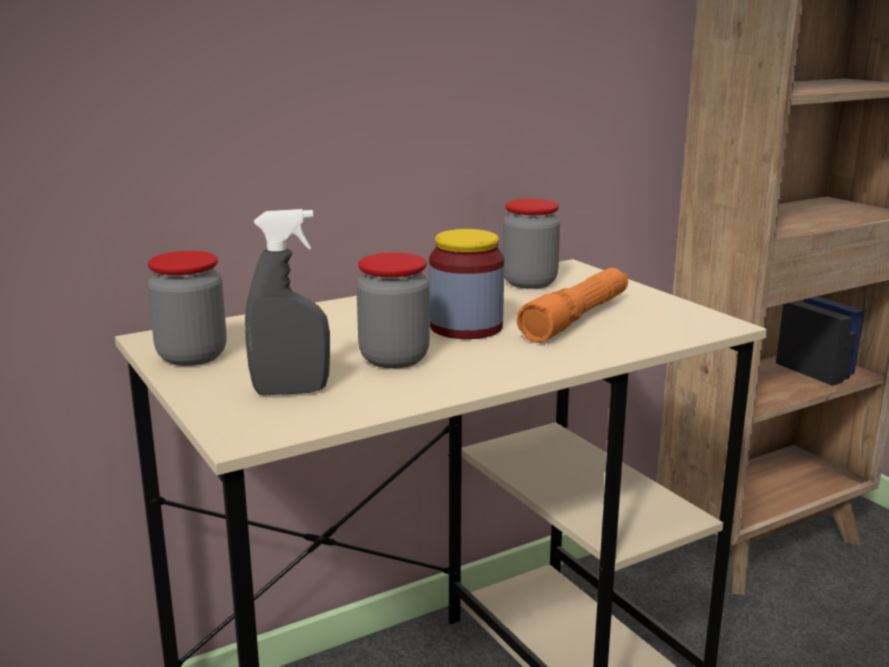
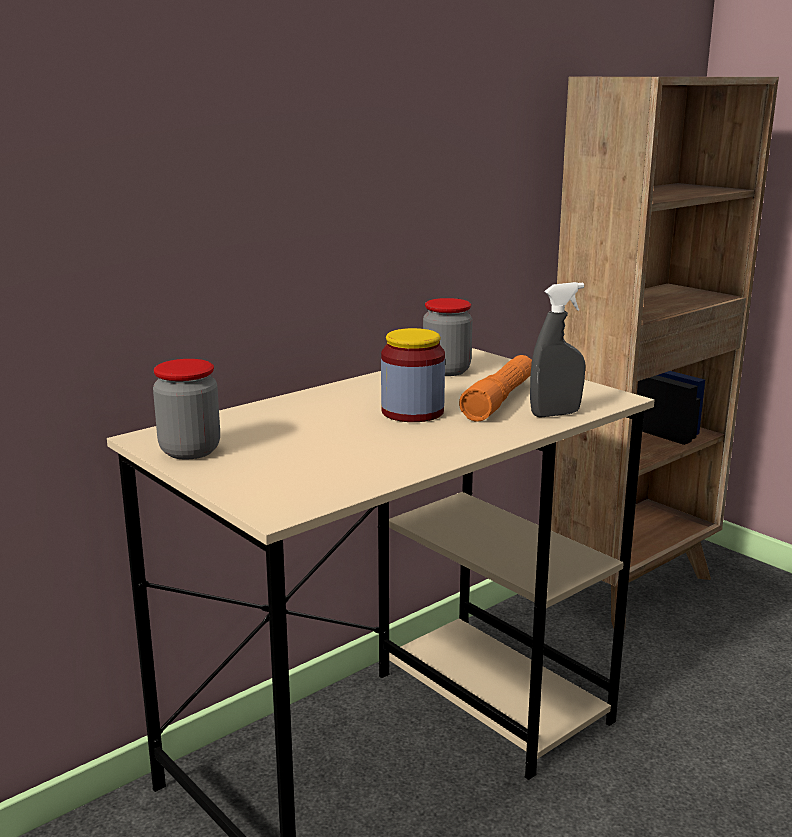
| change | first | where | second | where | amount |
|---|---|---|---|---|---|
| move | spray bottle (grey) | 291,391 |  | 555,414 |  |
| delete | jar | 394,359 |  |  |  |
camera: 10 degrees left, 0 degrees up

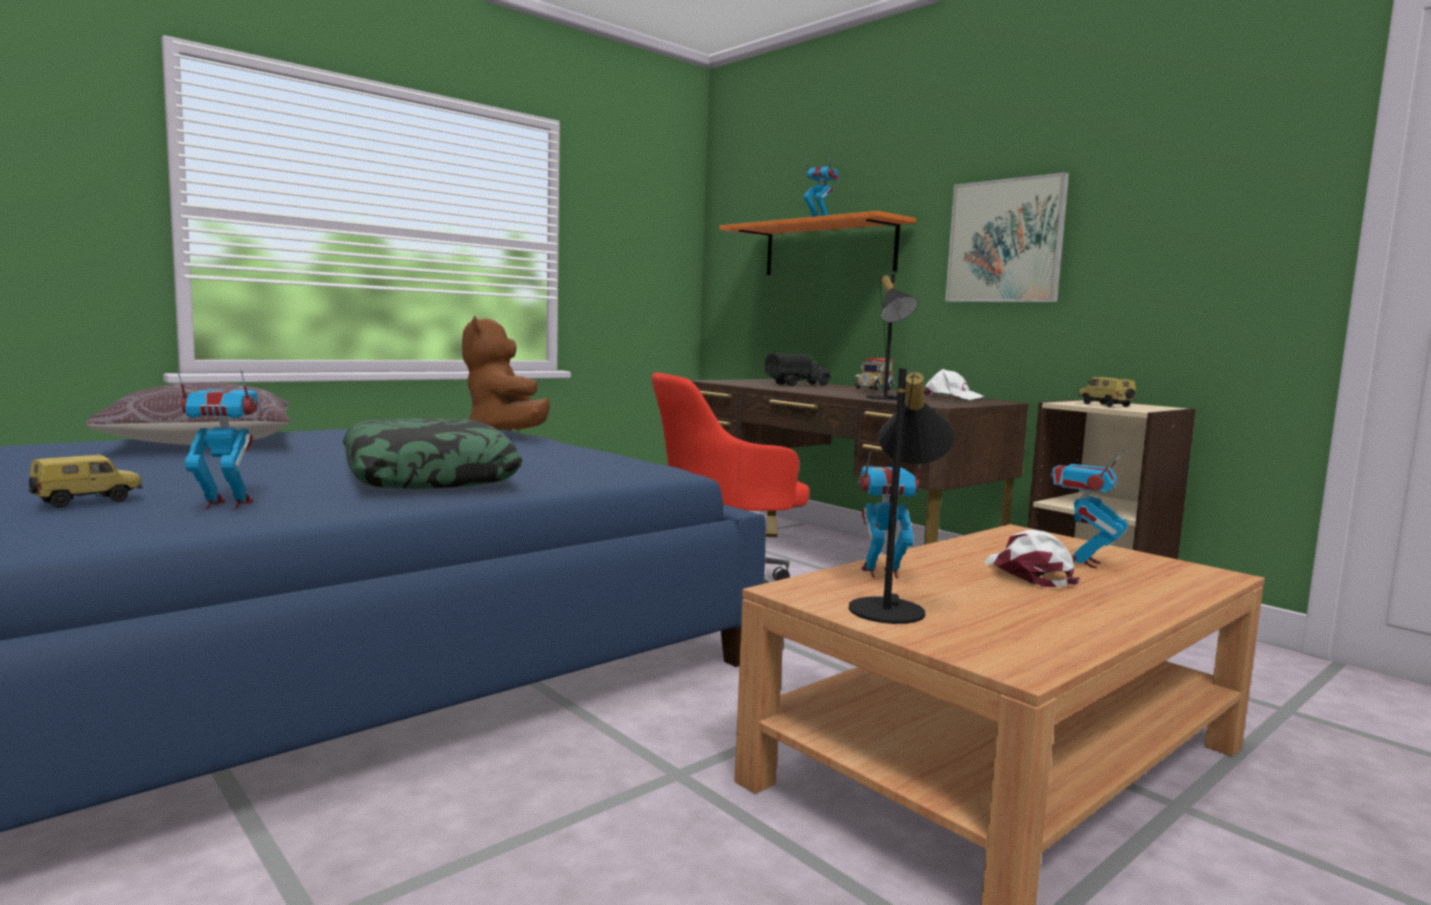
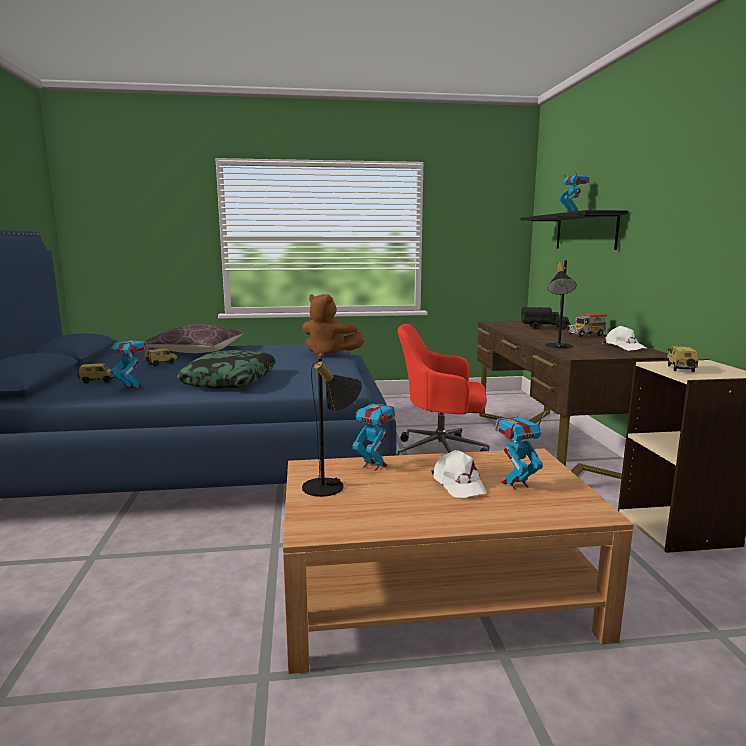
| change | first | where | second | where | amount |
|---|---|---|---|---|---|
| rotate | plush toy (brown) | 505,435 |  | 329,354 | 75 degrees counterclockwise |
| recolor | shelf (orange) | 829,249 | shelf (black) | 585,231 |  |
| delete | picture | 1005,241 |  |  |  |
| rotate | cap (white) | 1028,574 |  | 458,484 | 135 degrees clockwise |
| insert |  |  | toy car | 161,364 |  |
camera: 35 degrees right, 5 degrees up

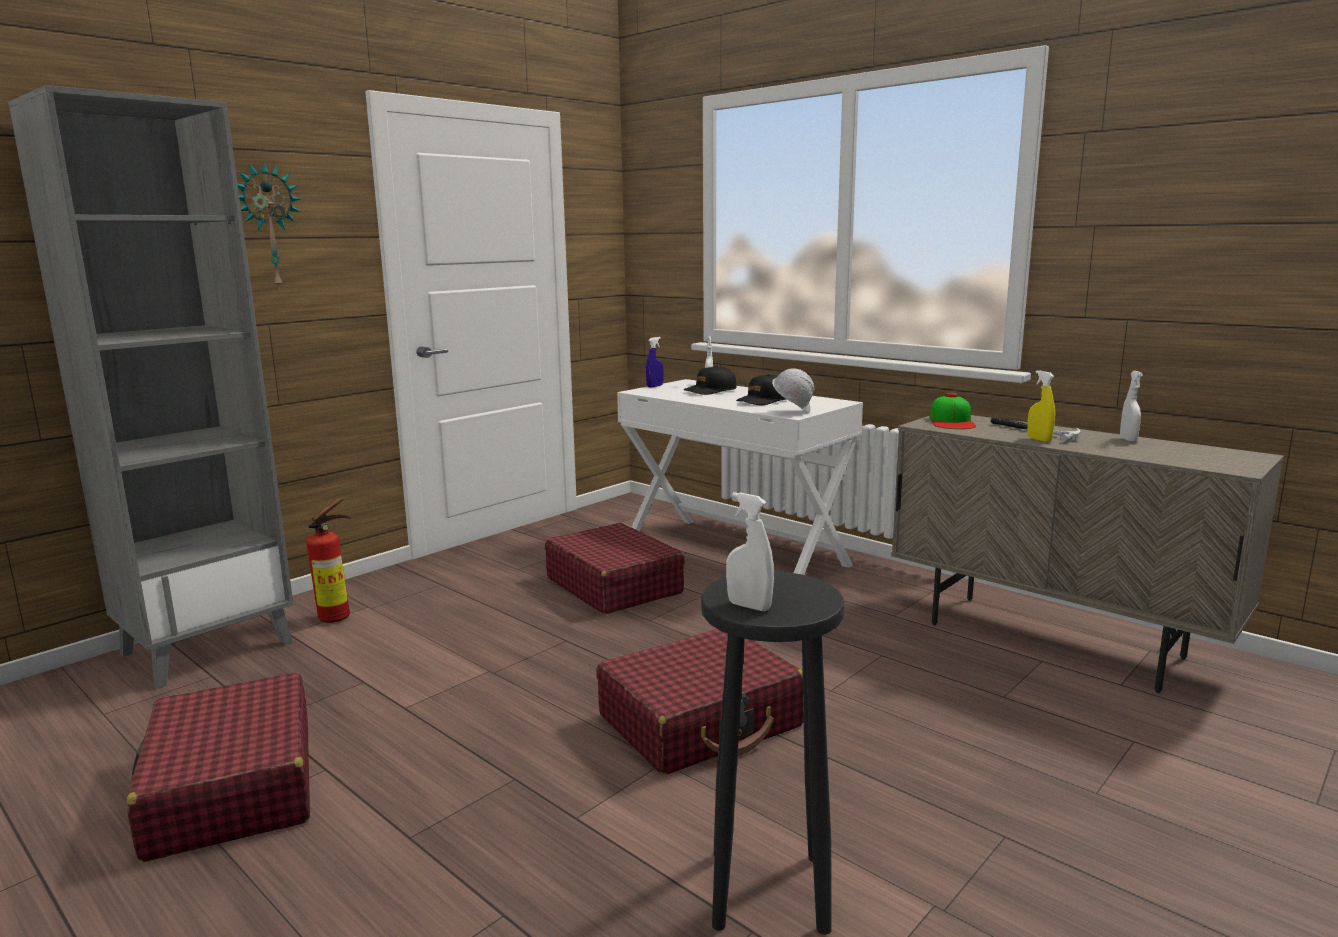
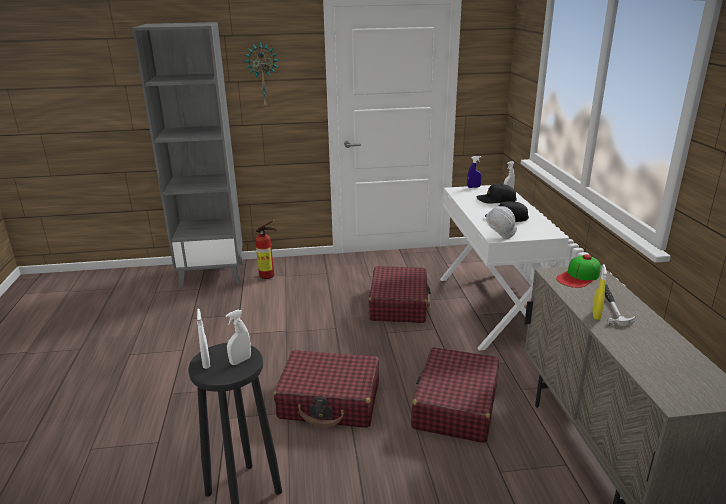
| change | first | where | second | where | amount |
|---|---|---|---|---|---|
| move | suitcase (red) | 232,788 |  | 455,405 |  |
| move | spray bottle (white) | 1128,439 |  | 240,361 |  |
camera: 40 degrees right, 10 degrees up

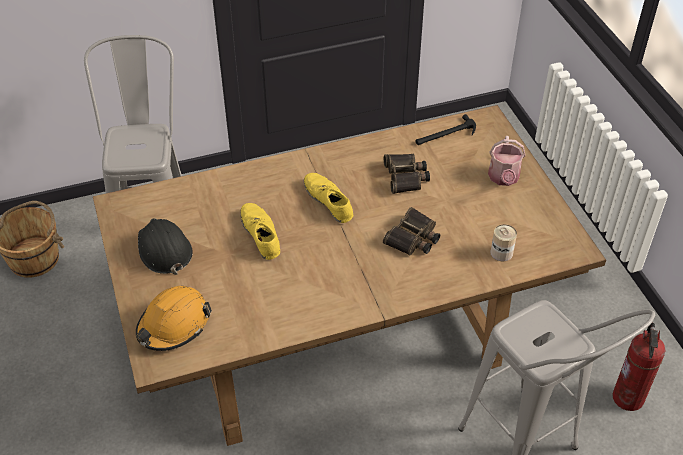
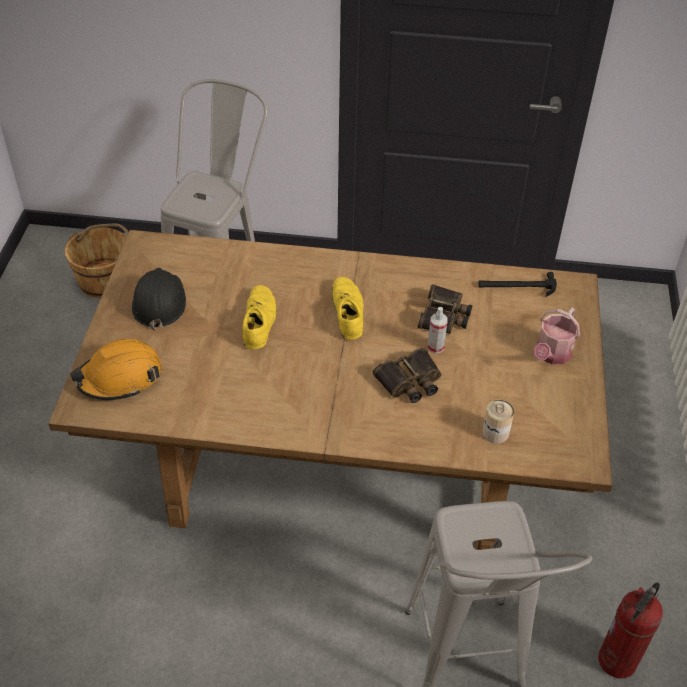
| change | first | where | second | where | amount |
|---|---|---|---|---|---|
| insert |  |  | spray bottle | 435,347 |  |
camera: 25 degrees right, 0 degrees up

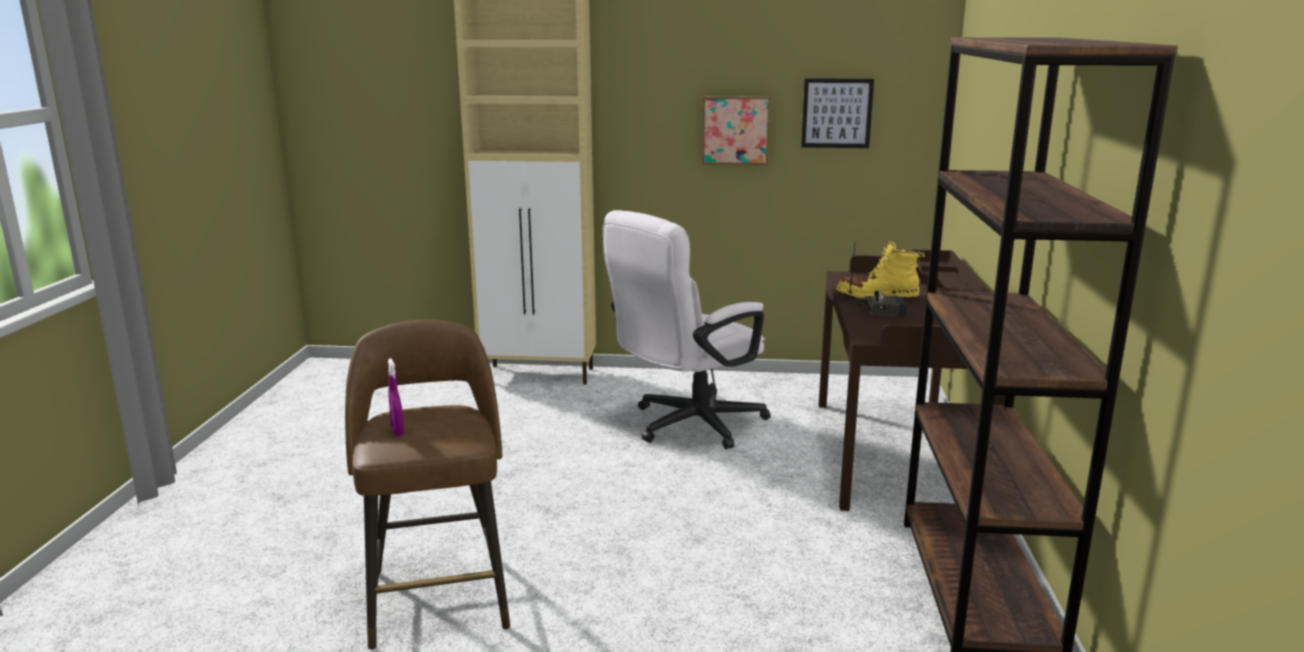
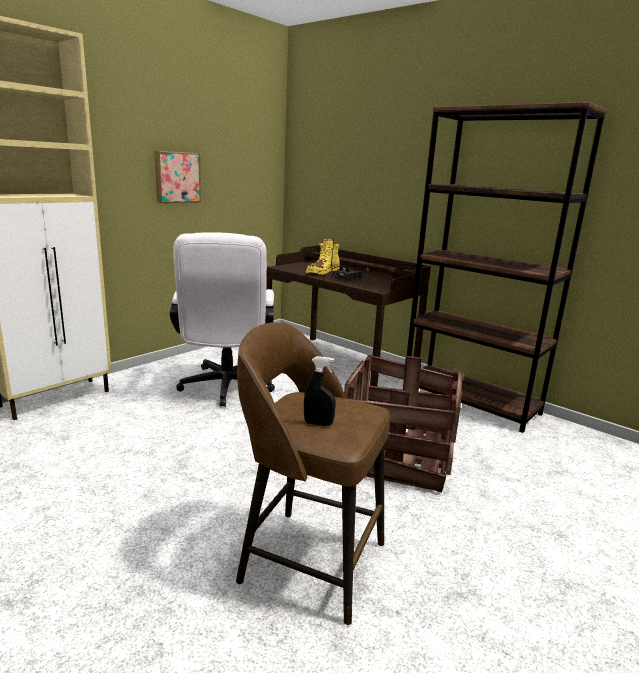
| change | first | where | second | where | amount |
|---|---|---|---|---|---|
| recolor | spray bottle (purple) | 397,431 | spray bottle (black) | 318,423 |  |
| delete | picture | 836,113 |  |  |  |
| insert |  |  | crate | 397,457 |  |
camera: 55 degrees left, 0 degrees up

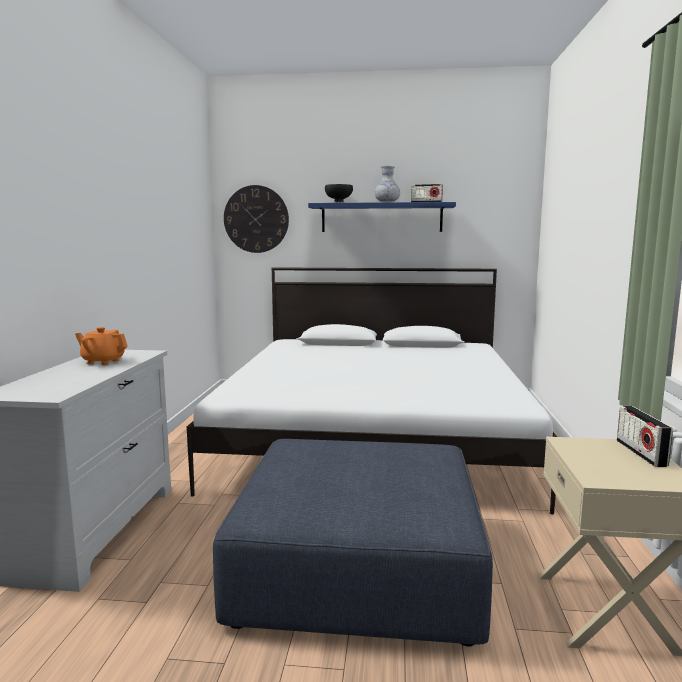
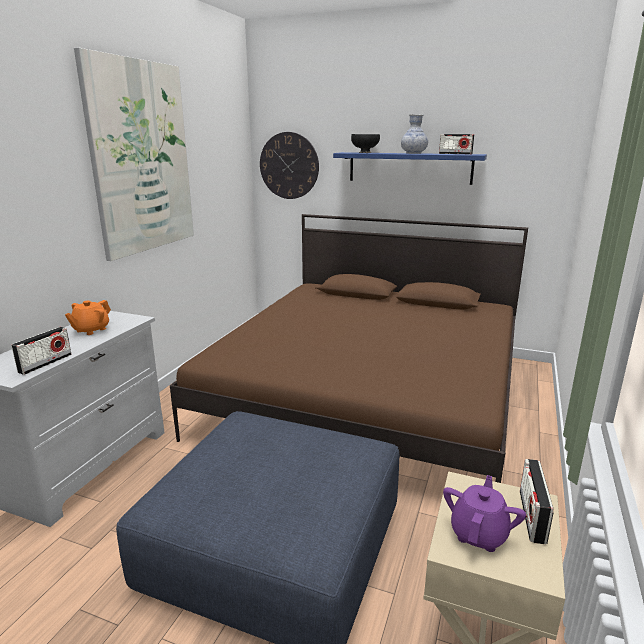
| change | first | where | second | where | amount |
|---|---|---|---|---|---|
| rotate | teapot (orange) | 103,361 |  | 91,330 | 90 degrees counterclockwise |
| recolor | bed (white) | 375,435 | bed (brown) | 368,393 |  |
| insert |  |  | radio | 45,363 |  |
| insert |  |  | picture | 142,158 |  |
| insert |  |  | teapot (purple) | 479,534 |  |
camera: 15 degrees right, 10 degrees up

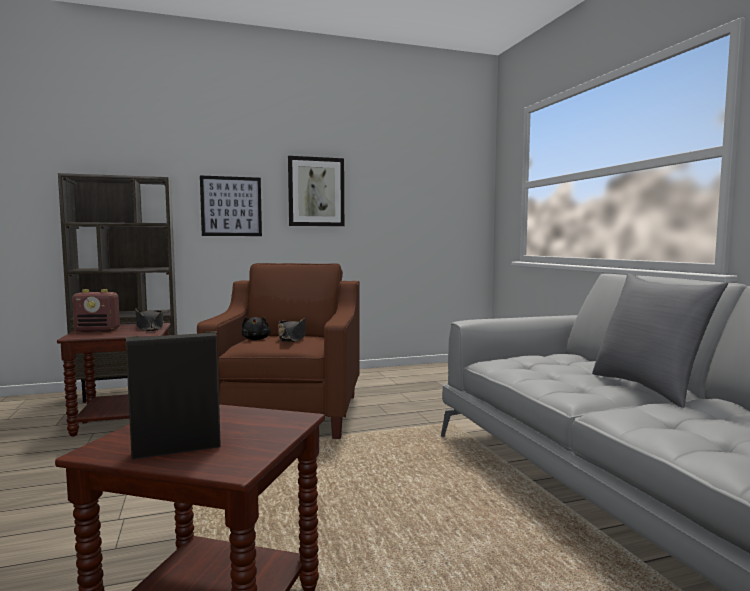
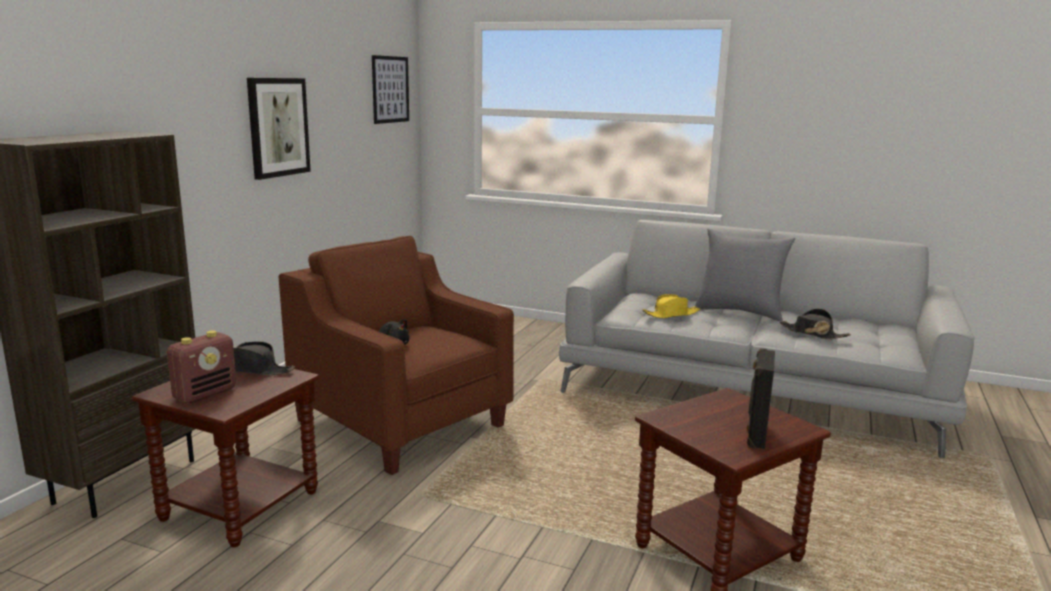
| change | first | where | second | where | amount |
|---|---|---|---|---|---|
| move | picture | 231,206 |  | 390,89 |  |
| move | hat (black) | 292,338 |  | 813,333 |  |
| insert |  |  | hat (yellow) | 671,314 |  |
camera: 50 degrees left, 10 degrees up

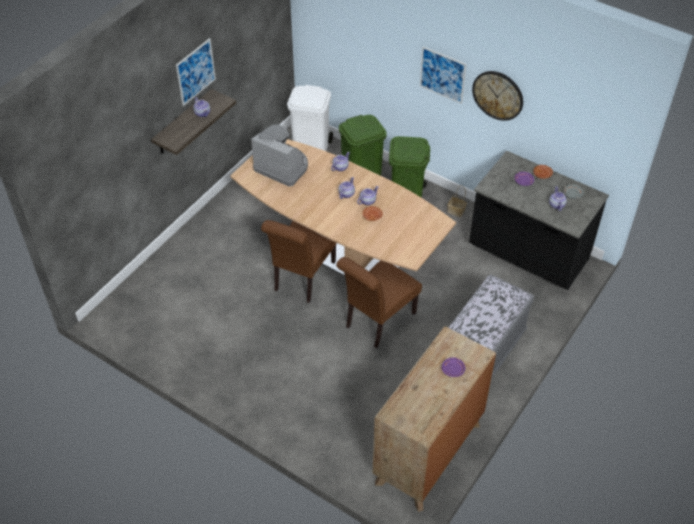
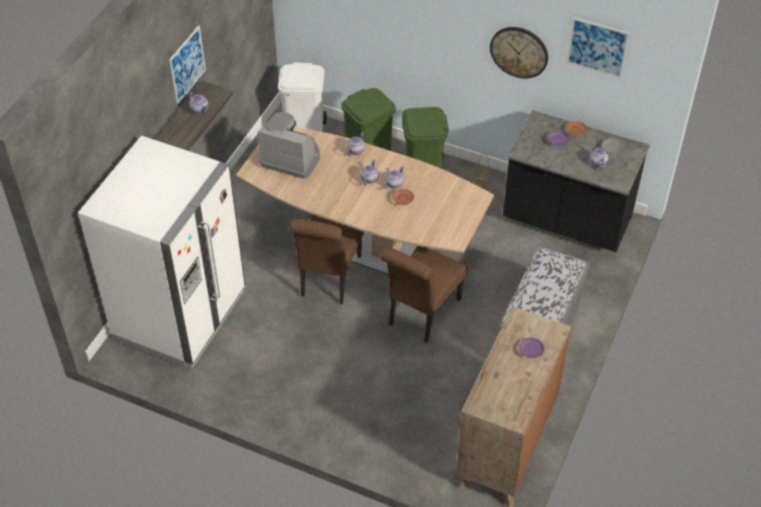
| change | first | where | second | where | amount |
|---|---|---|---|---|---|
| move | picture | 442,75 |  | 597,47 |  |
| insert |  |  | fridge (white) | 180,315 |  |
camera: 10 degrees left, 0 degrees up

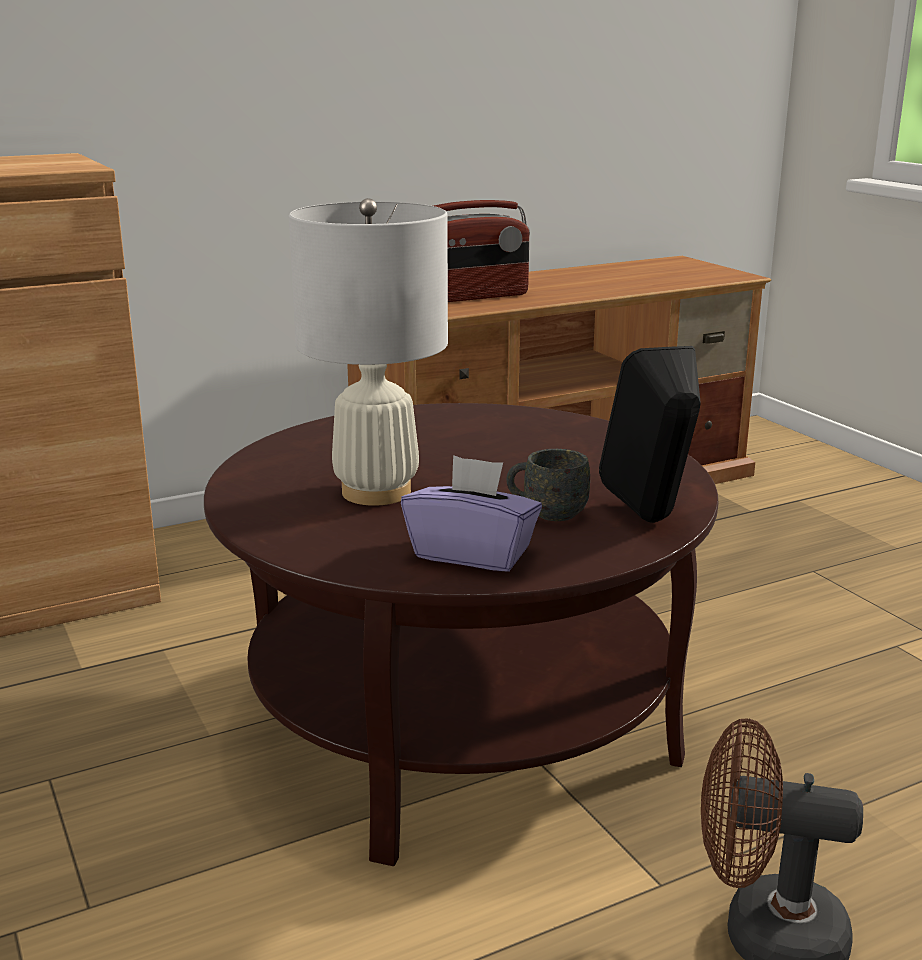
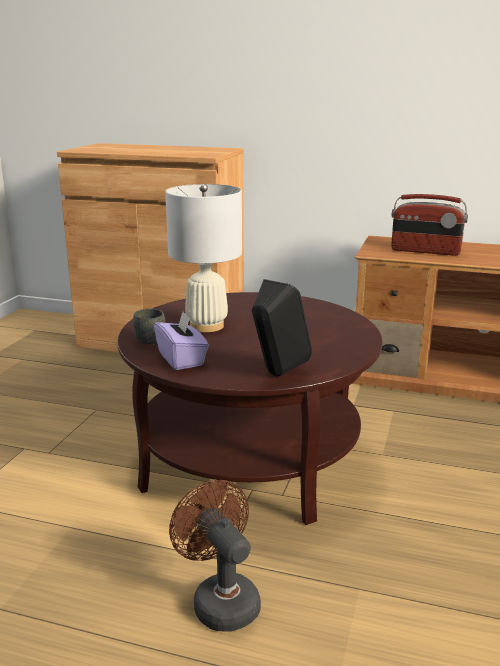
| change | first | where | second | where | amount |
|---|---|---|---|---|---|
| move | mug (grey) | 546,512 |  | 148,339 |  |
camera: 45 degrees right, 0 degrees up

